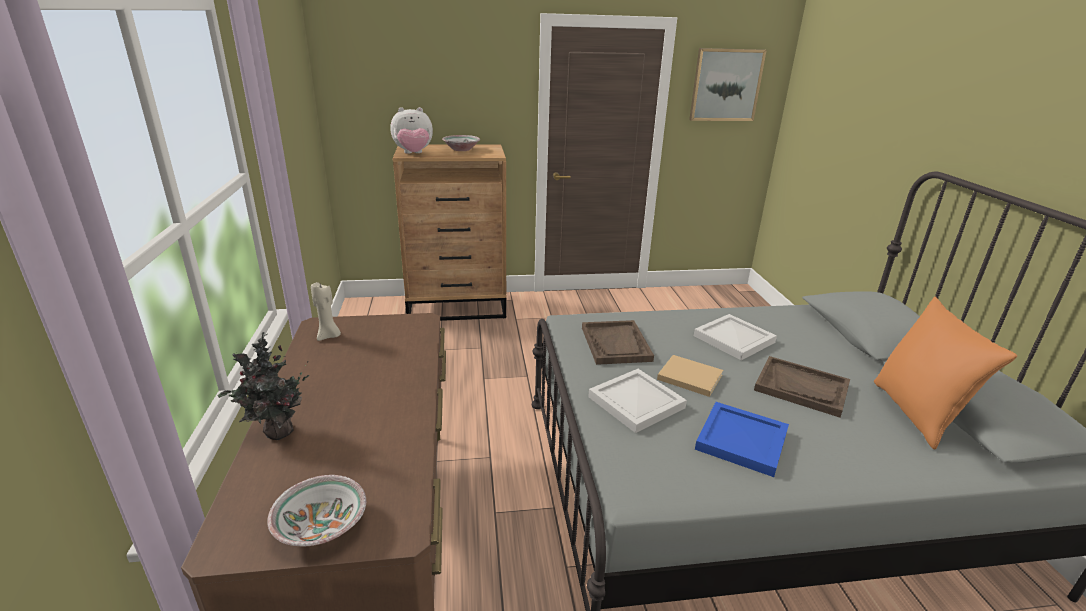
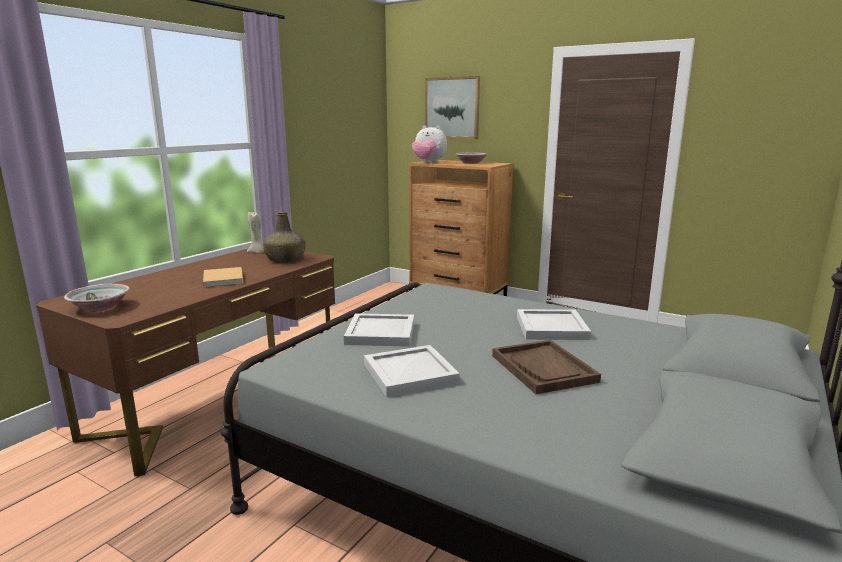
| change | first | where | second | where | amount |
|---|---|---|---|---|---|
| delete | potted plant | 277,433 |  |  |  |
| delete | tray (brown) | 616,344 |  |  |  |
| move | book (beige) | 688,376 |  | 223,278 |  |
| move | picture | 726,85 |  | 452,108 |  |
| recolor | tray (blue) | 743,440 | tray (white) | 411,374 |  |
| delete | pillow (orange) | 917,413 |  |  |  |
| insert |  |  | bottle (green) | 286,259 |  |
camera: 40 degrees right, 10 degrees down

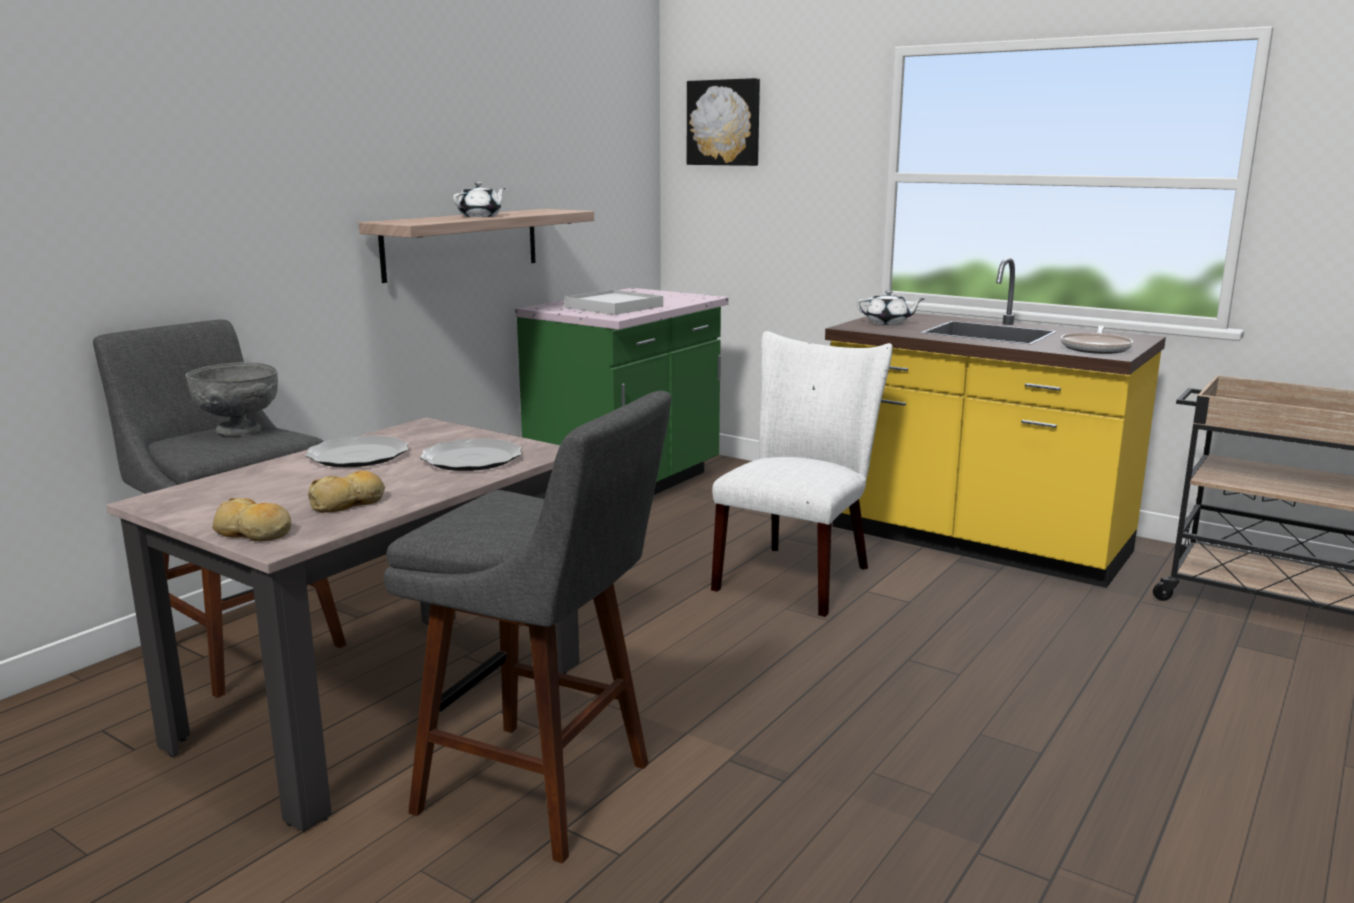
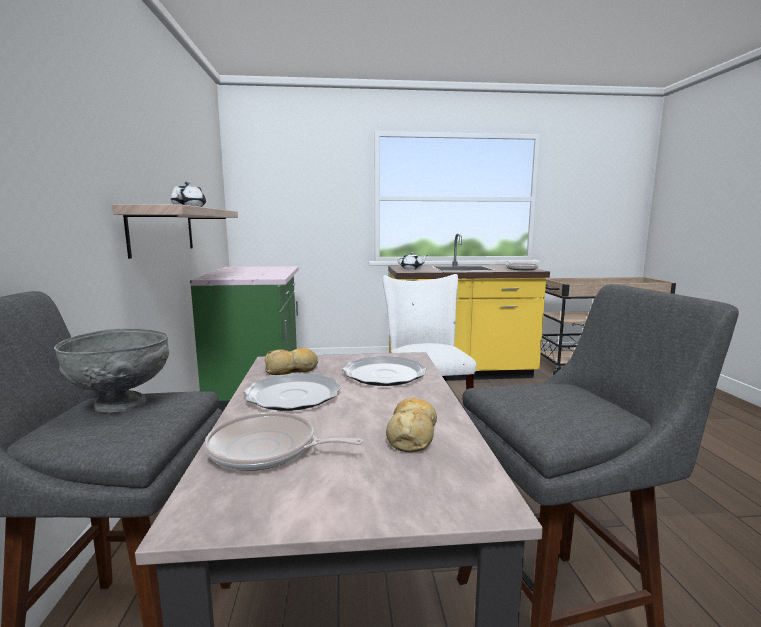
| change | first | where | second | where | amount |
|---|---|---|---|---|---|
| move | bread | 253,533 |  | 292,370 |  |
| delete | tray (white) | 614,307 |  |  |  |
| delete | picture | 724,123 |  |  |  |
| insert |  |  | frying pan | 267,449 |  |
camera: 40 degrees left, 5 degrees down

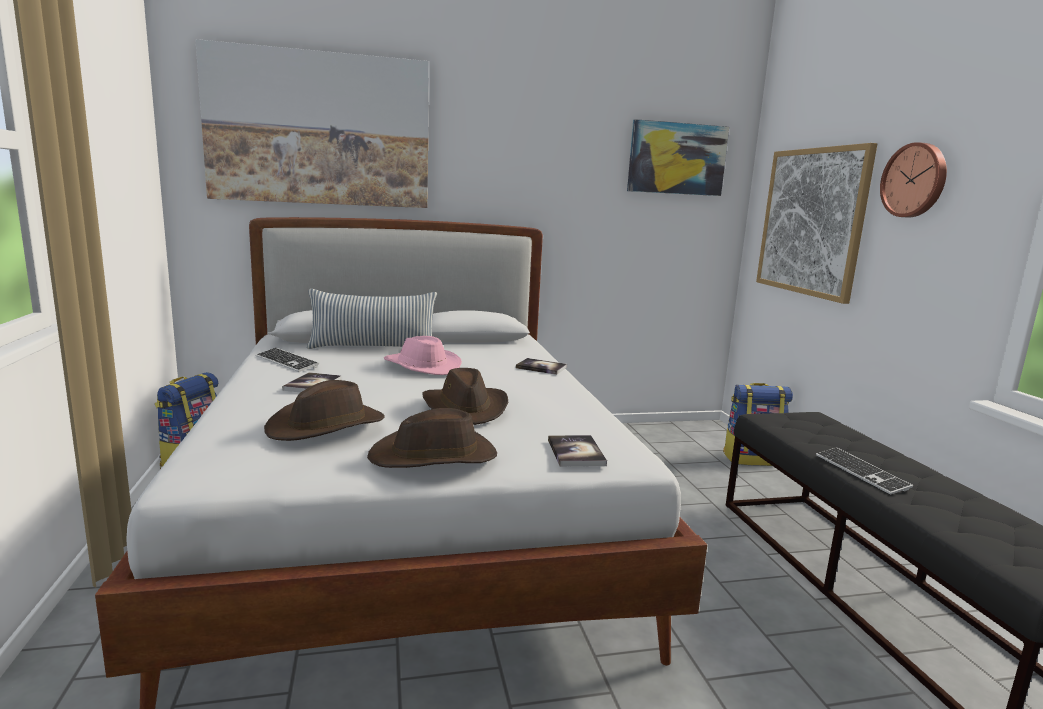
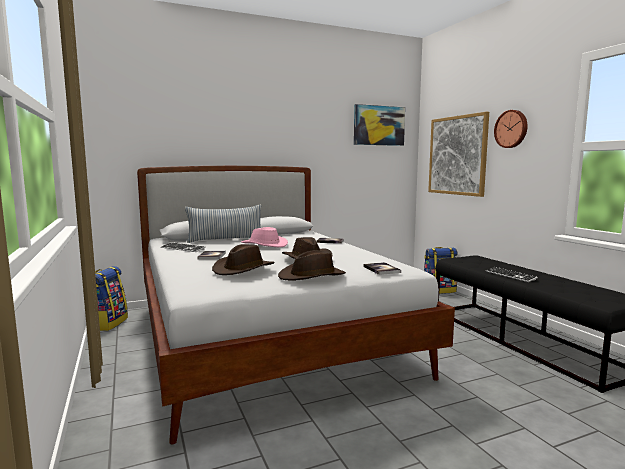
| change | first | where | second | where | amount |
|---|---|---|---|---|---|
| delete | picture | 319,130 |  |  |  |
camera: 10 degrees left, 5 degrees down

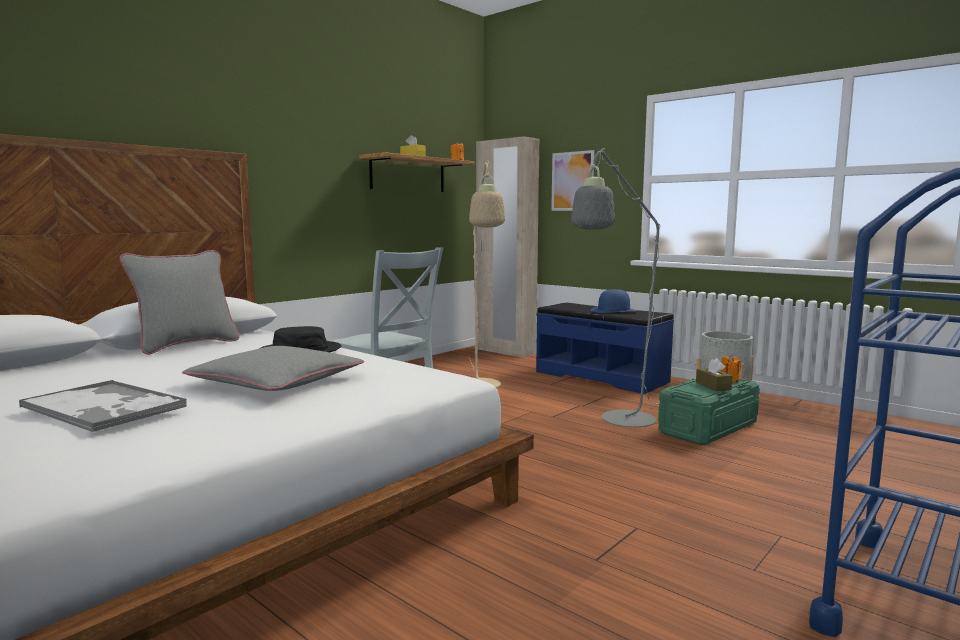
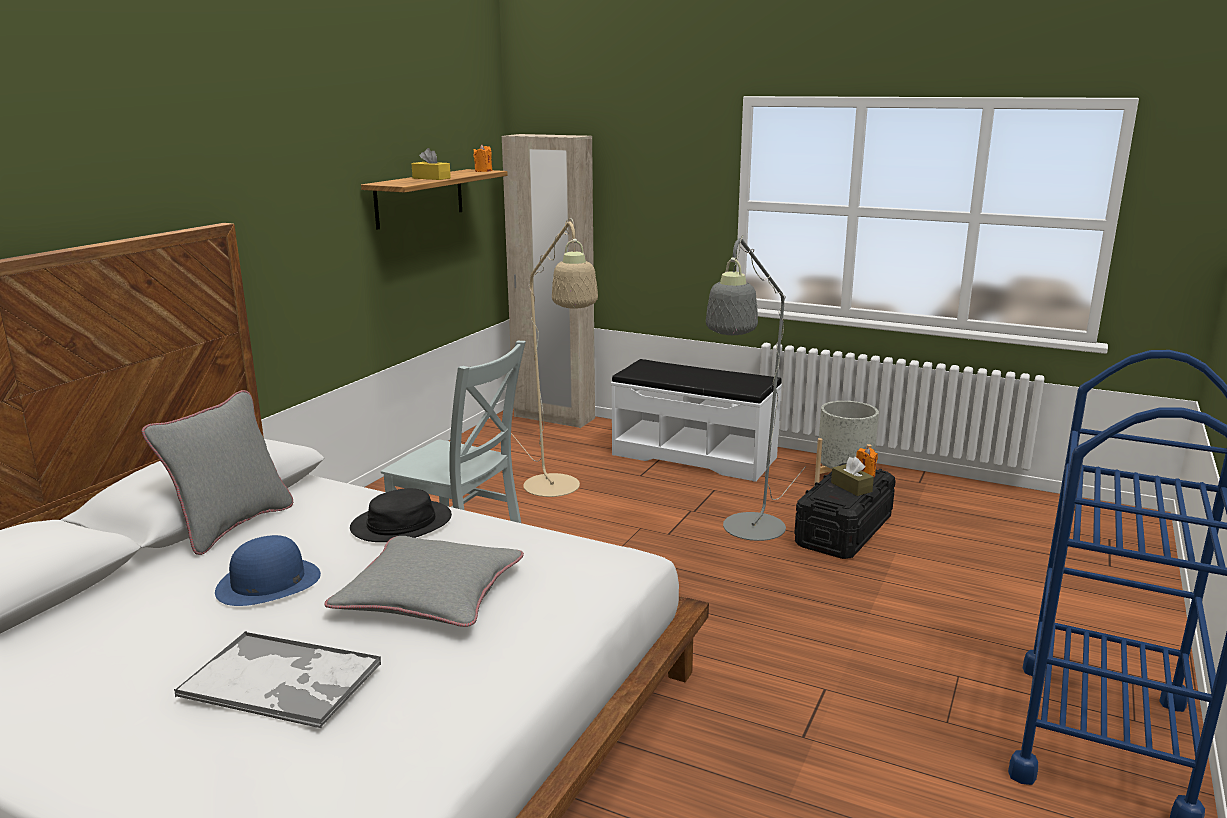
| change | first | where | second | where | amount |
|---|---|---|---|---|---|
| recolor | bench (blue) | 601,377 | bench (white) | 694,455 |  |
| delete | picture | 572,181 |  |  |  |
| move | hat (blue) | 613,310 |  | 268,582 |  |
| recolor | storage box (green) | 708,428 | storage box (black) | 844,531 |  |
camera: 15 degrees left, 10 degrees up

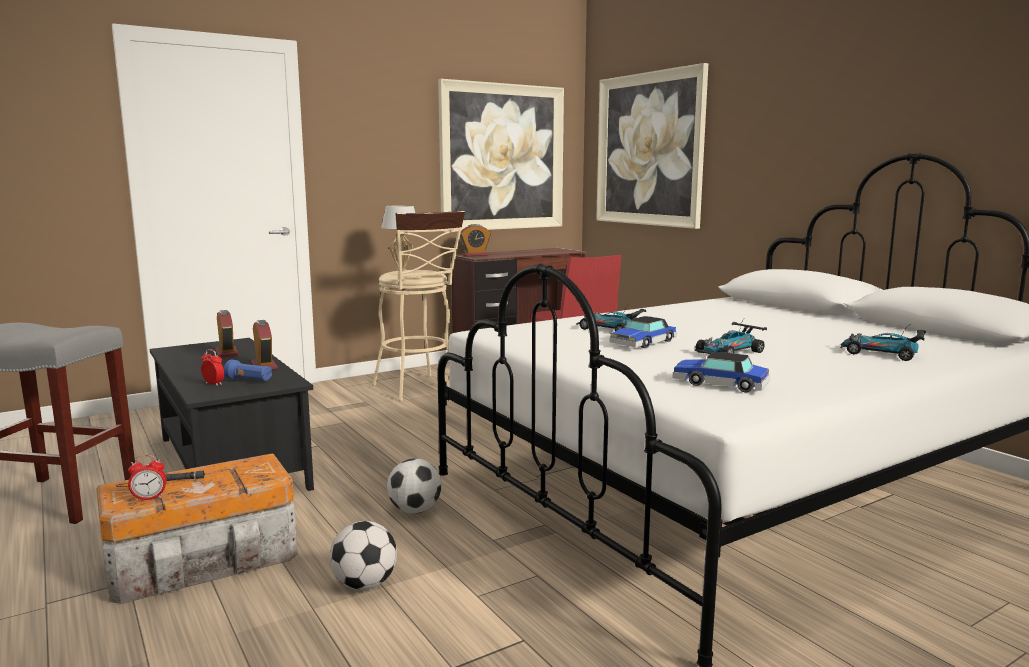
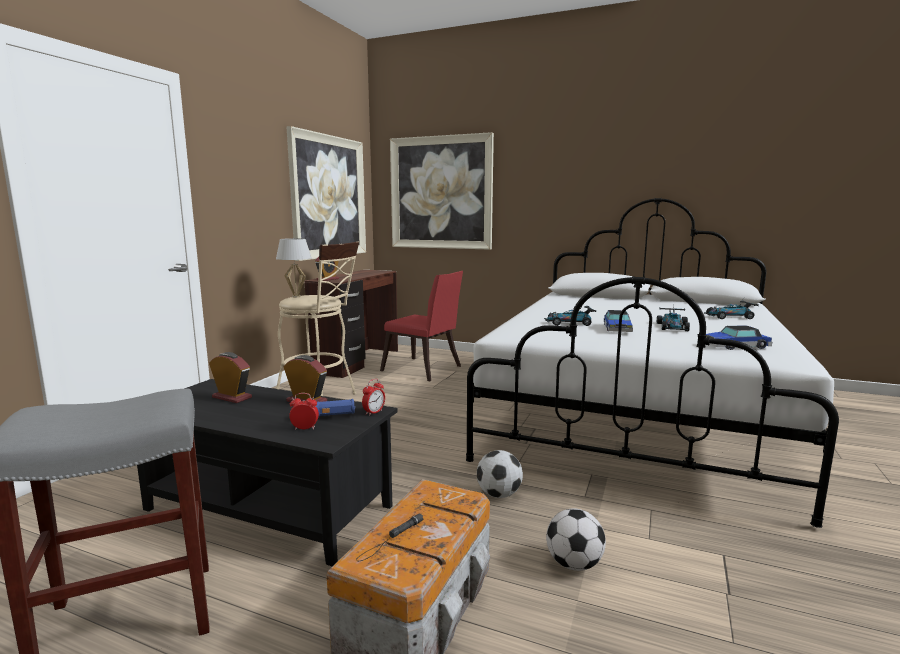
| change | first | where | second | where | amount |
|---|---|---|---|---|---|
| move | alarm clock | 149,498 |  | 374,412 |  |
camera: 35 degrees left, 0 degrees up

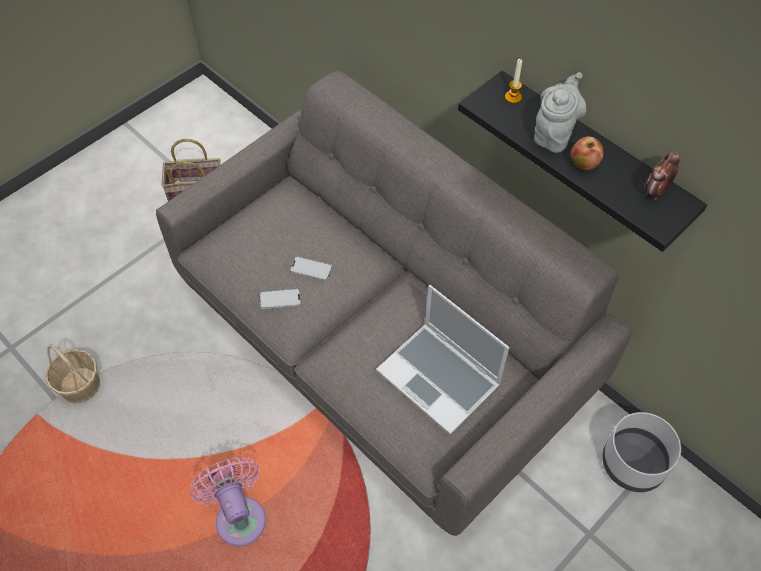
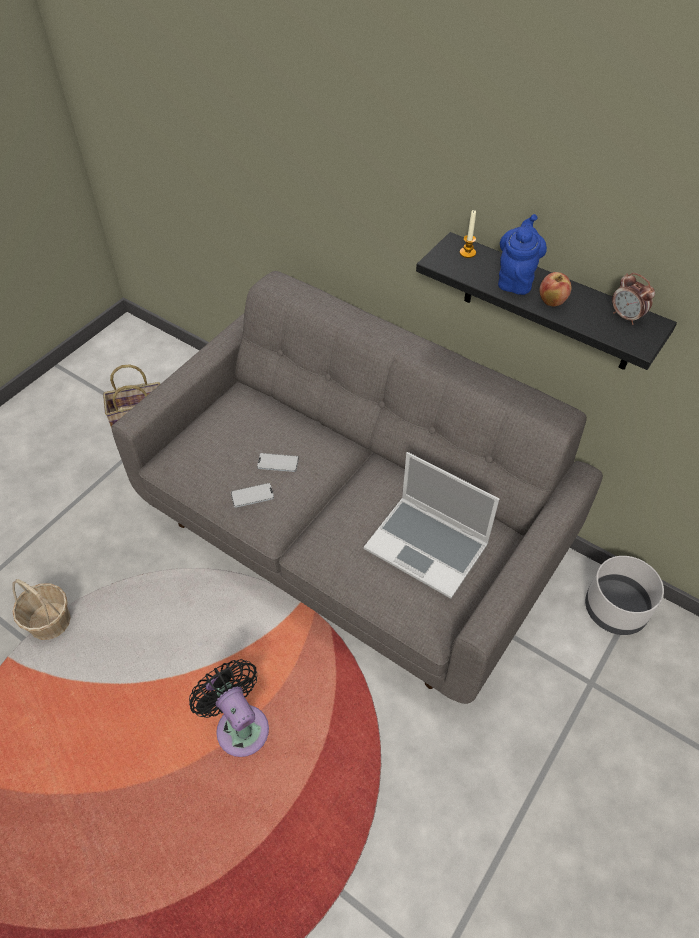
| change | first | where | second | where | amount |
|---|---|---|---|---|---|
| recolor | fan (pink) | 239,516 | fan (black) | 239,725 |  |
| recolor | teapot (grey) | 554,134 | teapot (blue) | 516,279 |  |
| rotate | alarm clock | 655,192 |  | 626,317 | 75 degrees counterclockwise |
camera: 10 degrees left, 5 degrees down

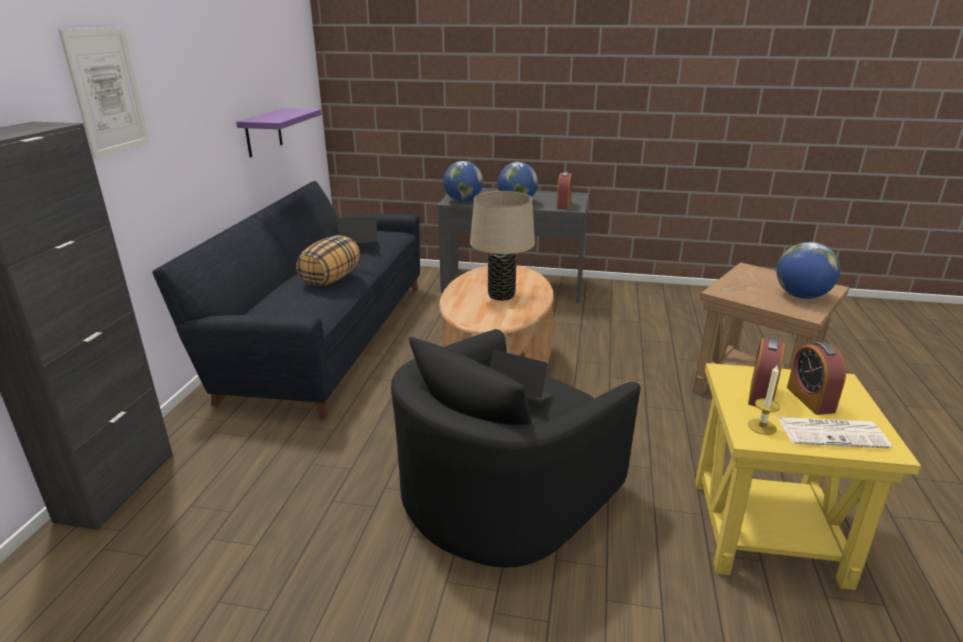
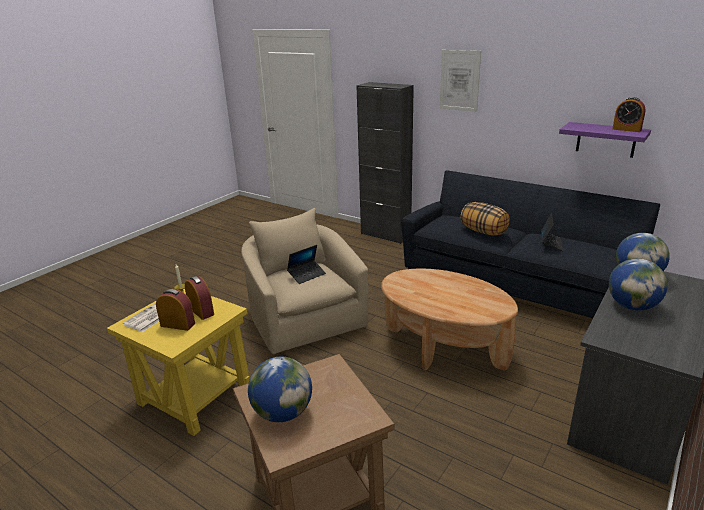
| change | first | where | second | where | amount |
|---|---|---|---|---|---|
| recolor | armchair (black) | 504,492 | armchair (beige) | 304,318 |  |
| delete | table lamp (beige) | 501,295 |  |  |  |
| move | alarm clock | 563,205 |  | 626,129 |  |
camera: 115 degrees right, 0 degrees up

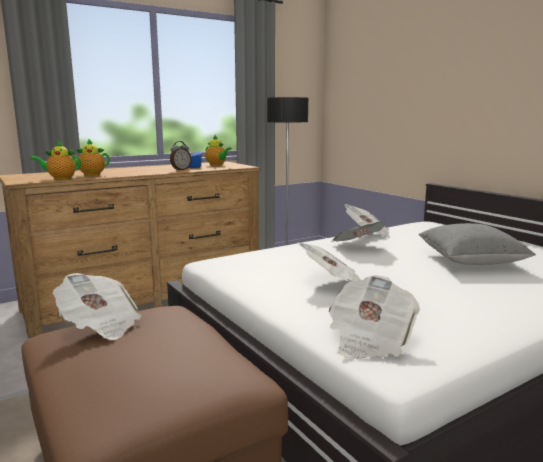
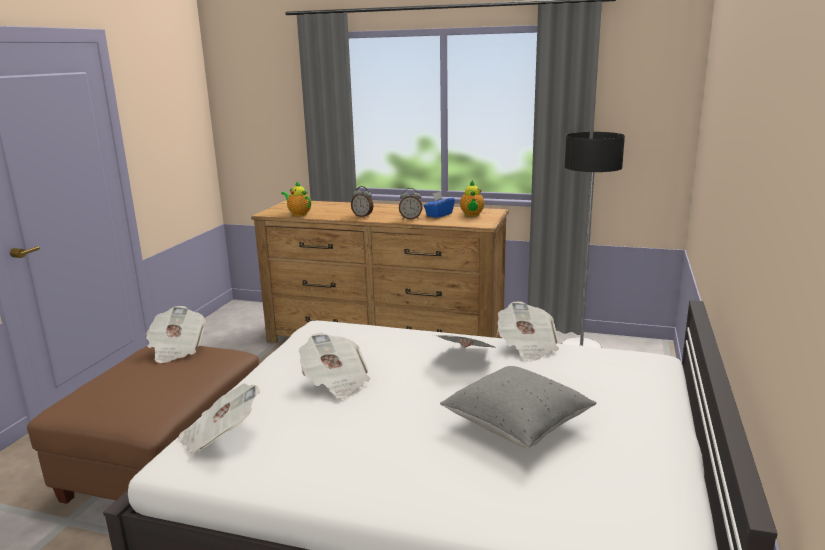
| change | first | where | second | where | amount |
|---|---|---|---|---|---|
| delete | teapot | 90,175 |  |  |  |
| insert |  |  | alarm clock | 363,216 |  |
camera: 50 degrees right, 5 degrees up

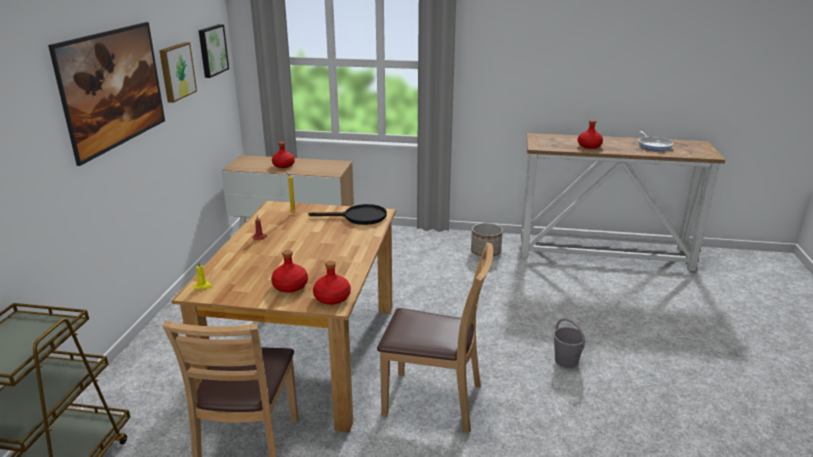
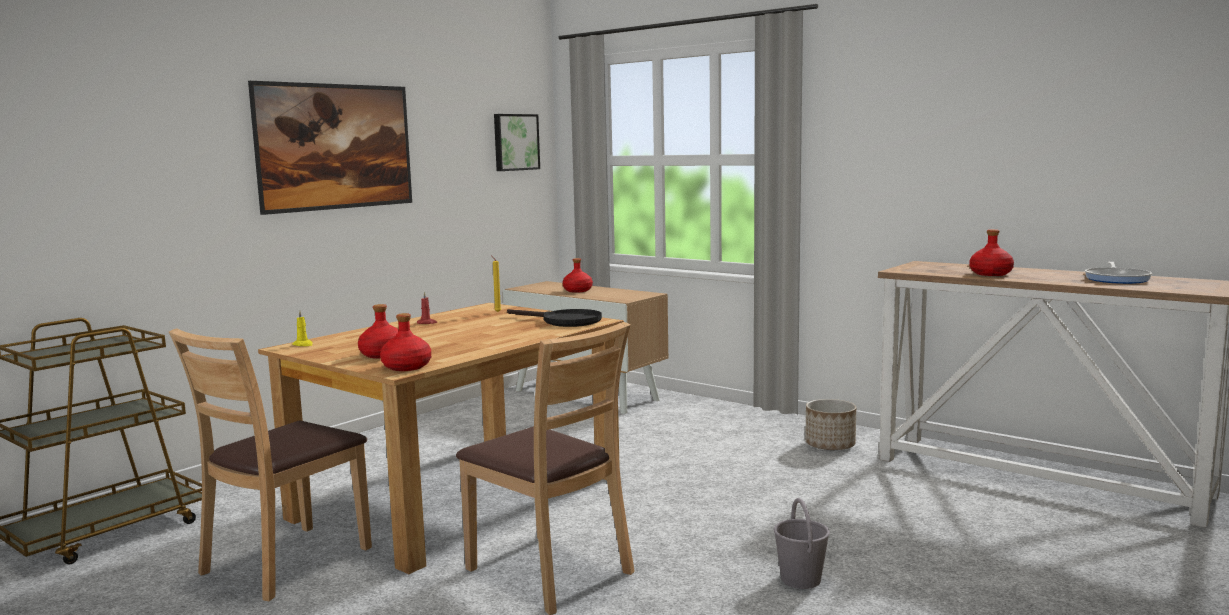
| change | first | where | second | where | amount |
|---|---|---|---|---|---|
| delete | picture | 176,71 |  |  |  |
camera: 30 degrees right, 15 degrees down

